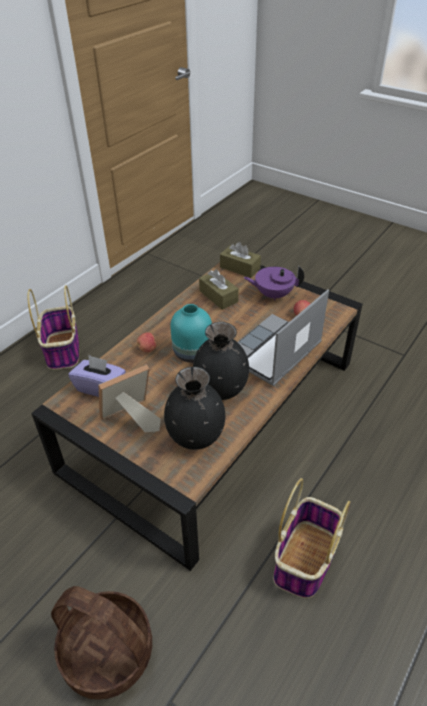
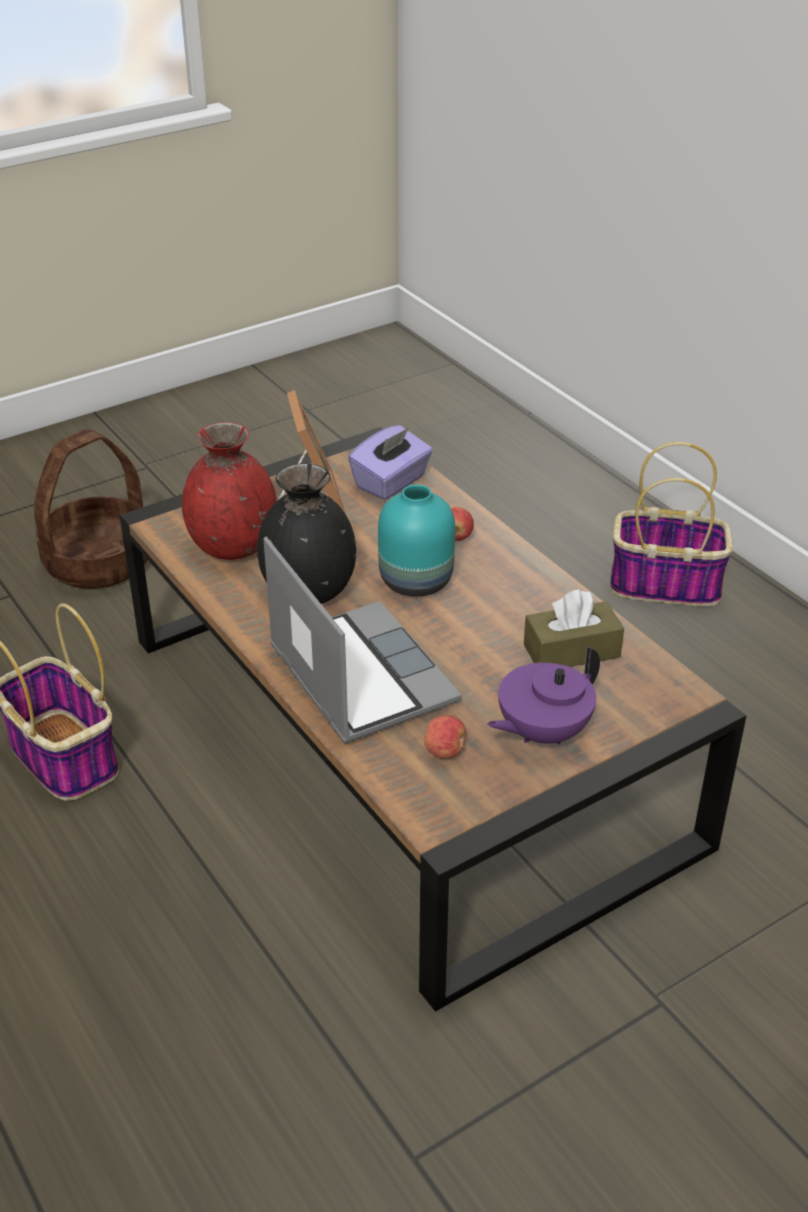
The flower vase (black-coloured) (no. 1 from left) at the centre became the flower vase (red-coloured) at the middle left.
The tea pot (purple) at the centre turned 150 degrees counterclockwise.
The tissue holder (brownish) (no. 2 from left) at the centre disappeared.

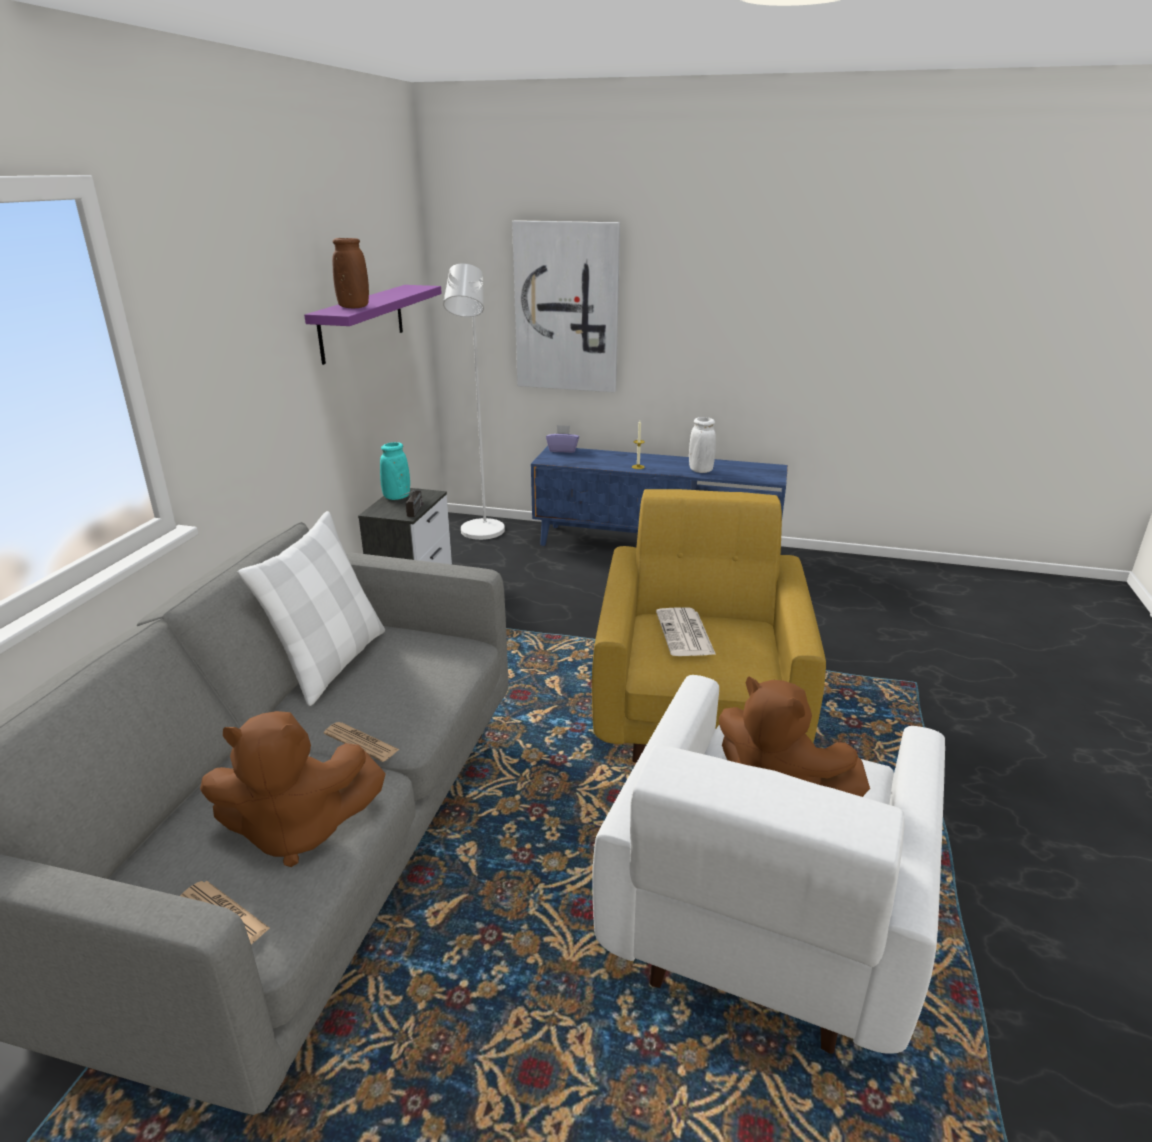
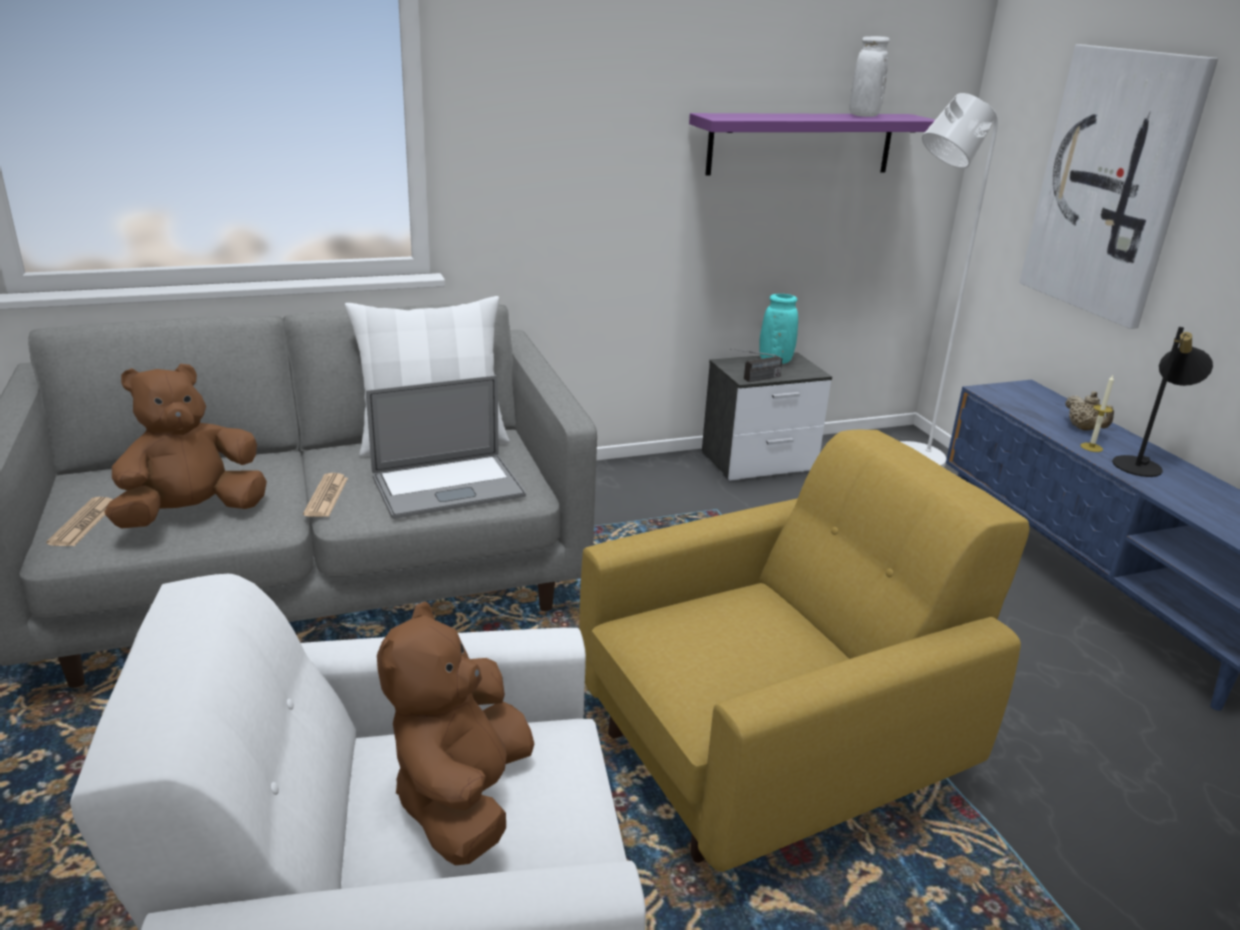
The soft toy (brownish) (no. 1 from left) at the bottom left turned 90 degrees clockwise.
The laptop at the centre appeared.
The flower vase (white) moved from the centre to the top right.
The tea pot (beige-coloured) at the middle right appeared.
The tabletop lamp (black-coloured) at the middle right appeared.
The flower vase (brownish) at the top left disappeared.
The tissue holder (purple) at the centre disappeared.
The newspaper (no. 3 from left) at the centre disappeared.

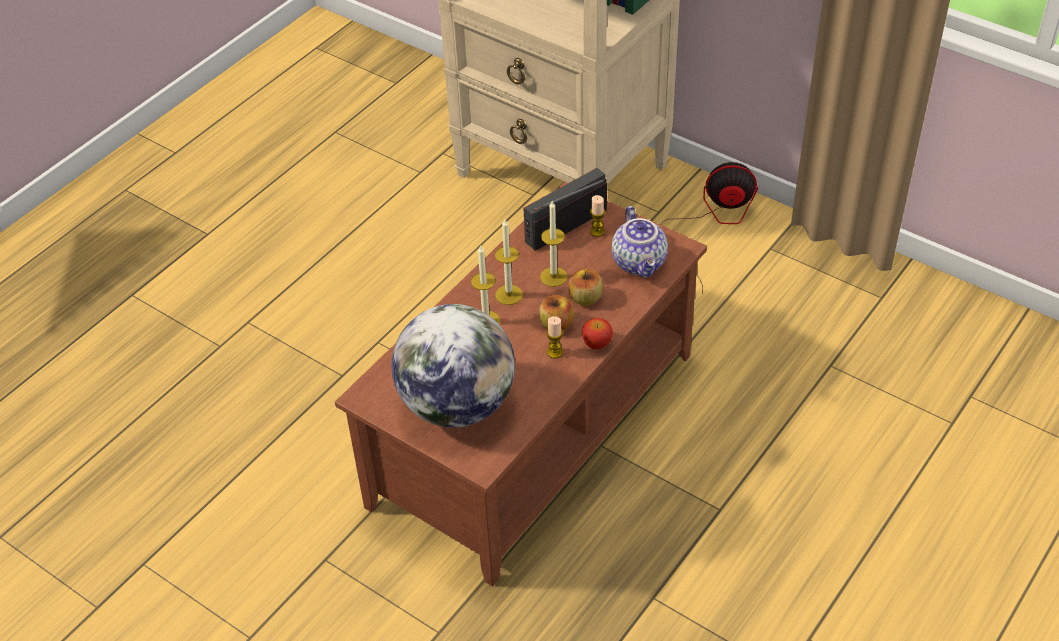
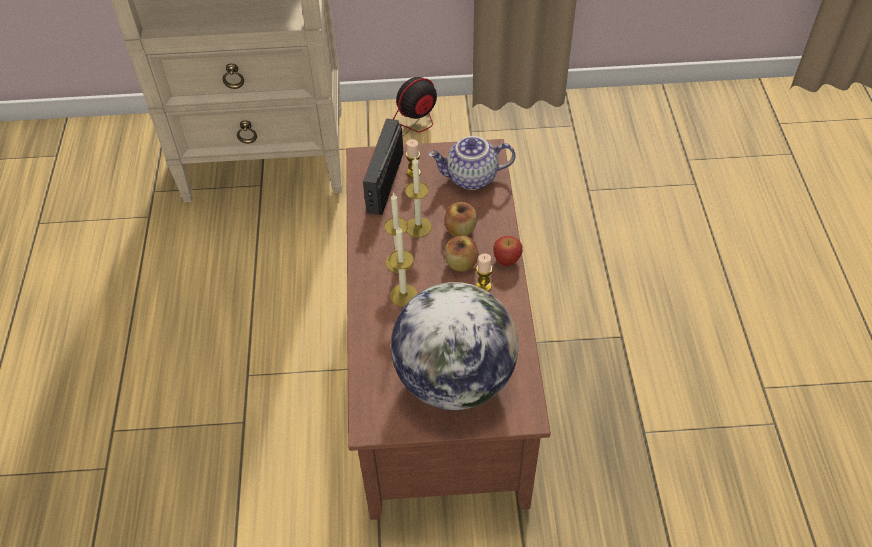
The tea pot at the centre turned 135 degrees clockwise.

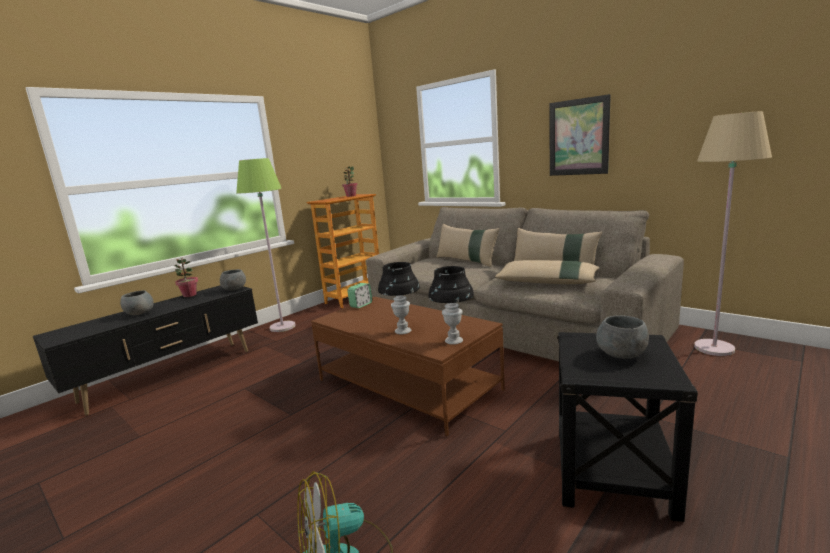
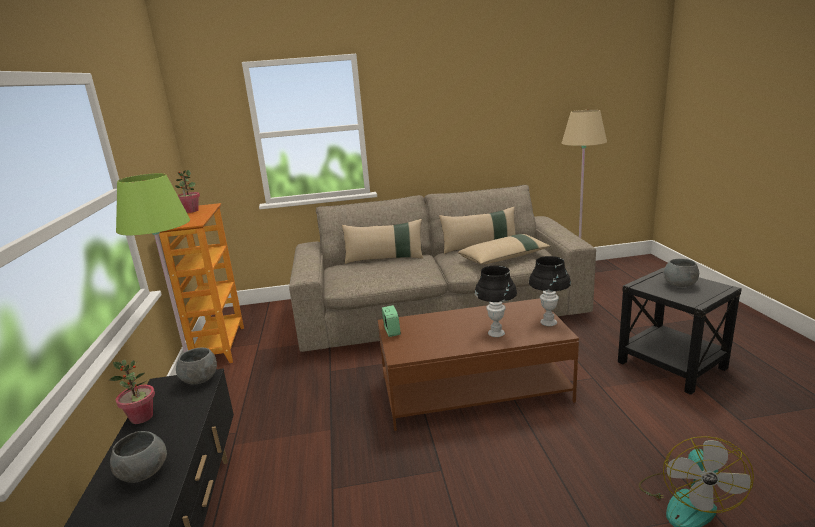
The picture at the top right disappeared.

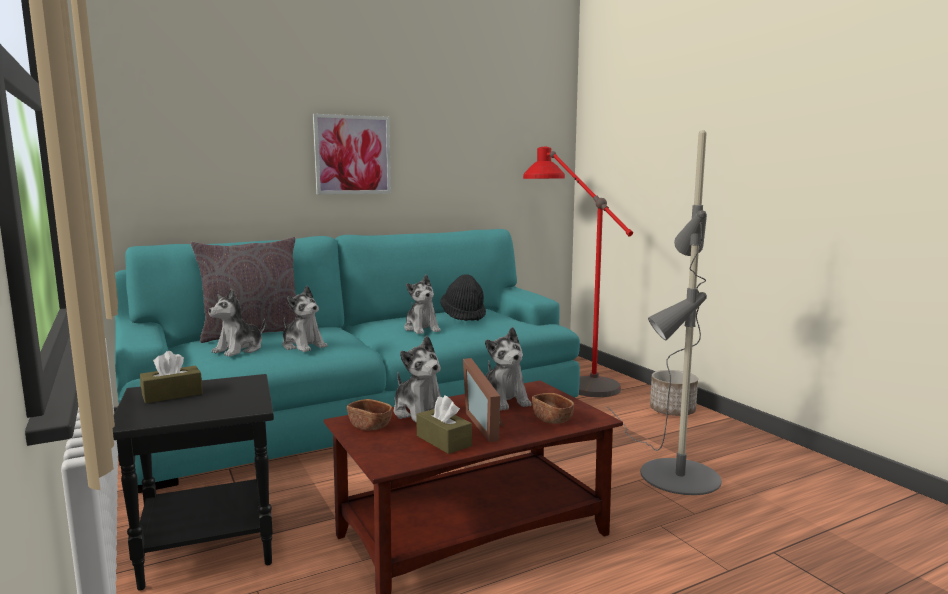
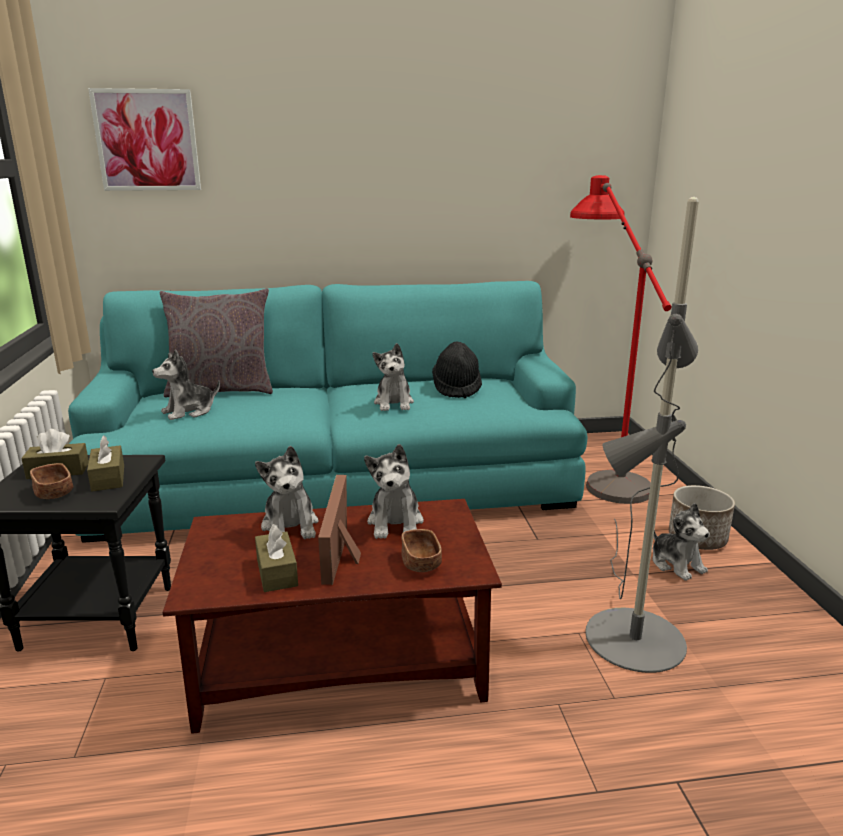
The deep dish (brownish) (no. 1 from left) moved from the bottom centre to the middle left.
The tissue holder (brownish) (no. 2 from left) at the middle left appeared.
The picture moved from the top centre to the top left.
The soft toy (no. 2 from left in the first image) moved from the middle left to the middle right.

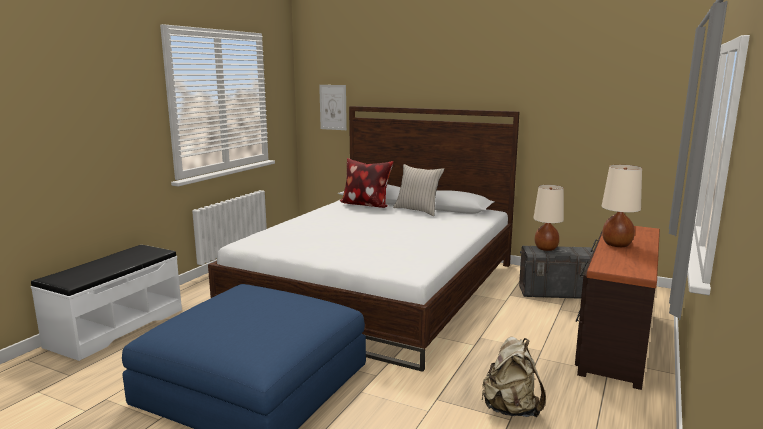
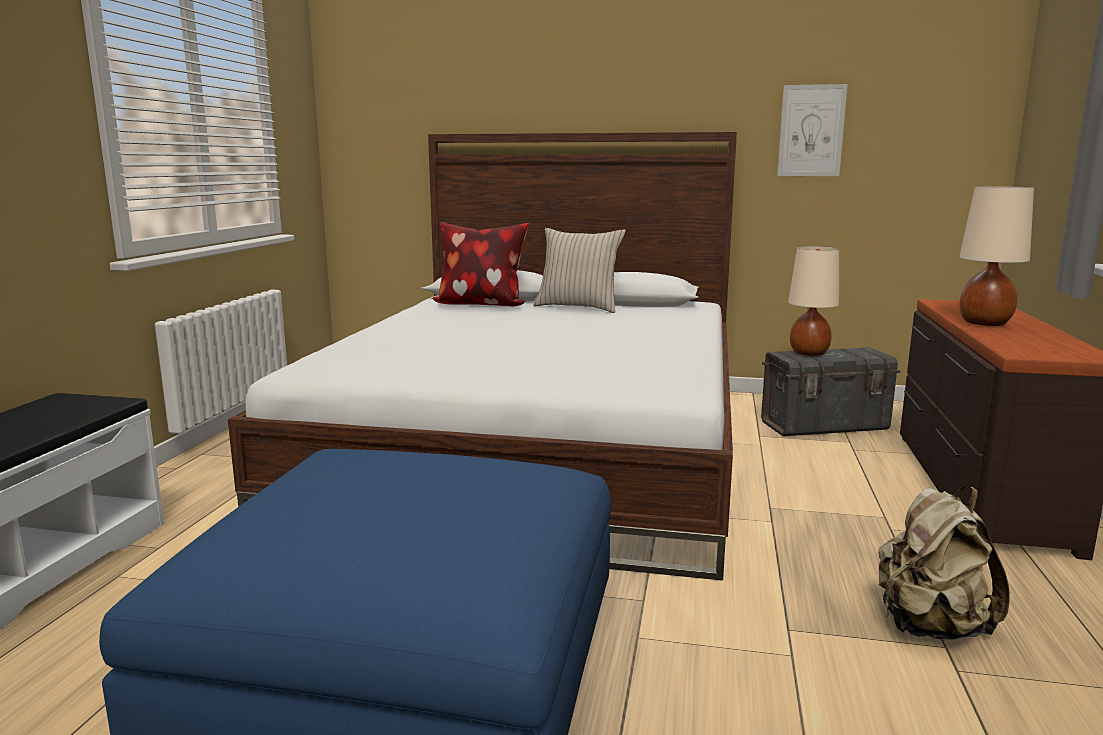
The picture moved from the top centre to the top right.

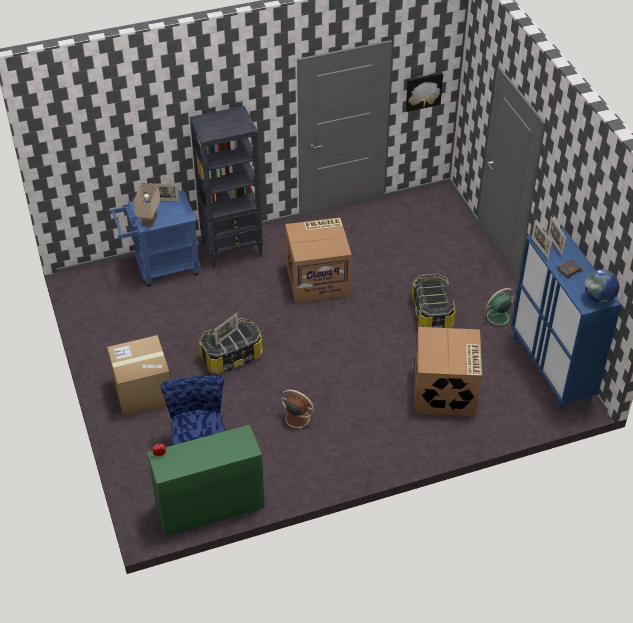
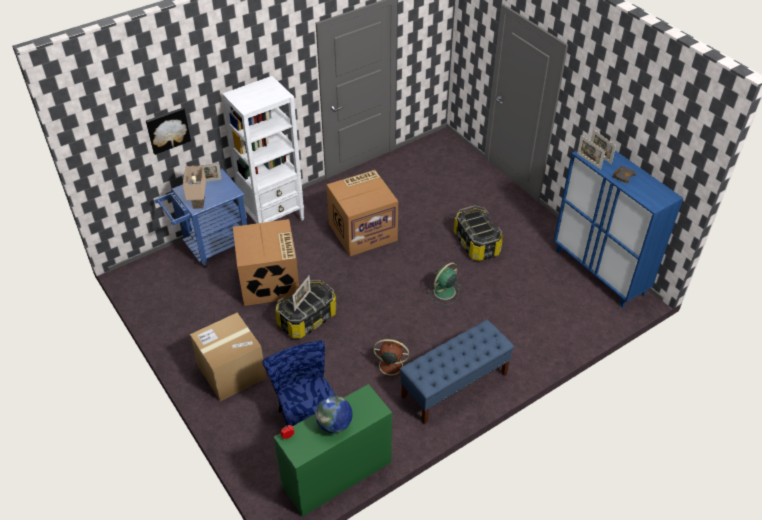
The picture moved from the top right to the top left.
The shelving unit (black-coloured) at the top centre became the shelving unit (white) at the top centre.
The carton (no. 3 from left in the first image) moved from the middle right to the centre.
The world globe moved from the middle right to the bottom centre.
The long seat (bluish) at the bottom centre appeared.
The electric fan (green-coloured) moved from the middle right to the centre.

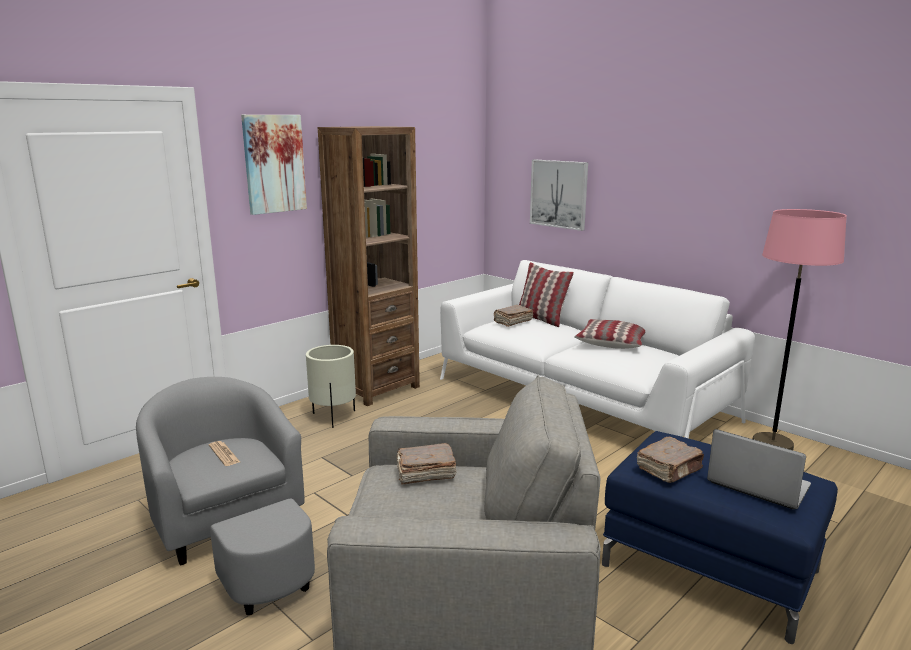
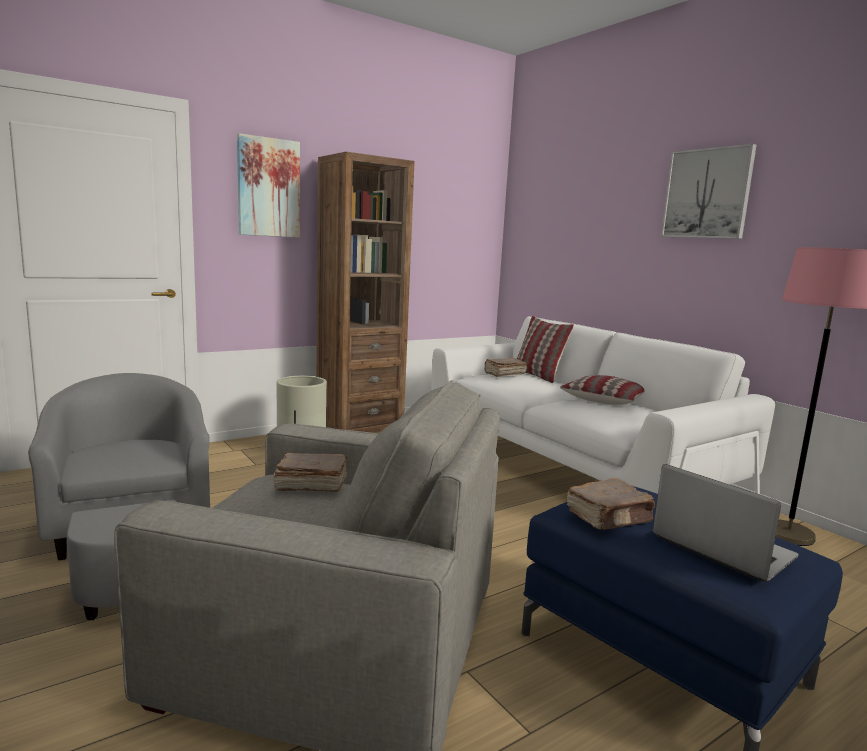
The picture (no. 2 from left) moved from the top centre to the top right.
The newspaper at the bottom left disappeared.

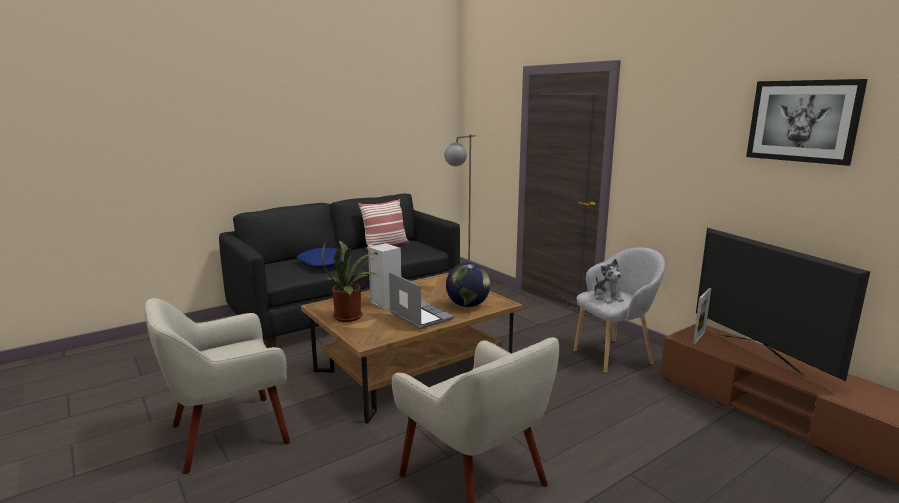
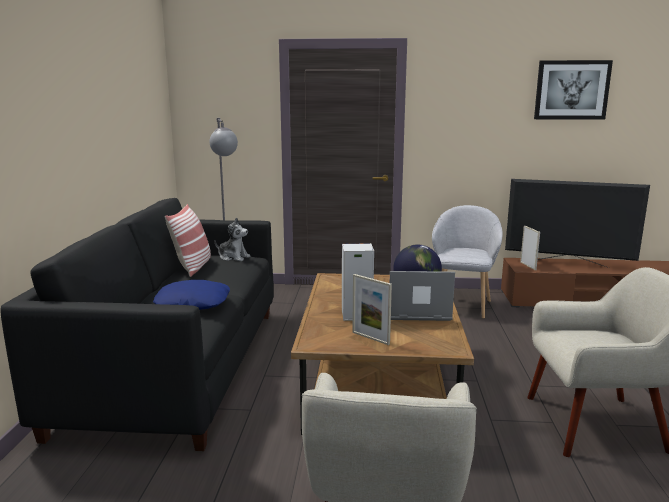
The soft toy moved from the middle right to the centre.
The potted plant at the centre was replaced by the photo frame (no. 1 from left) at the centre.

